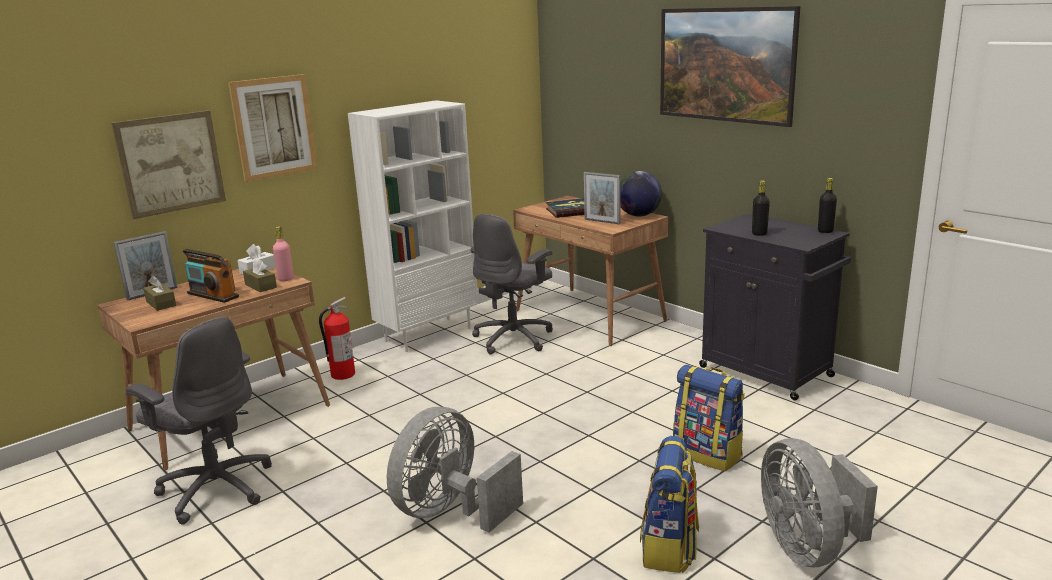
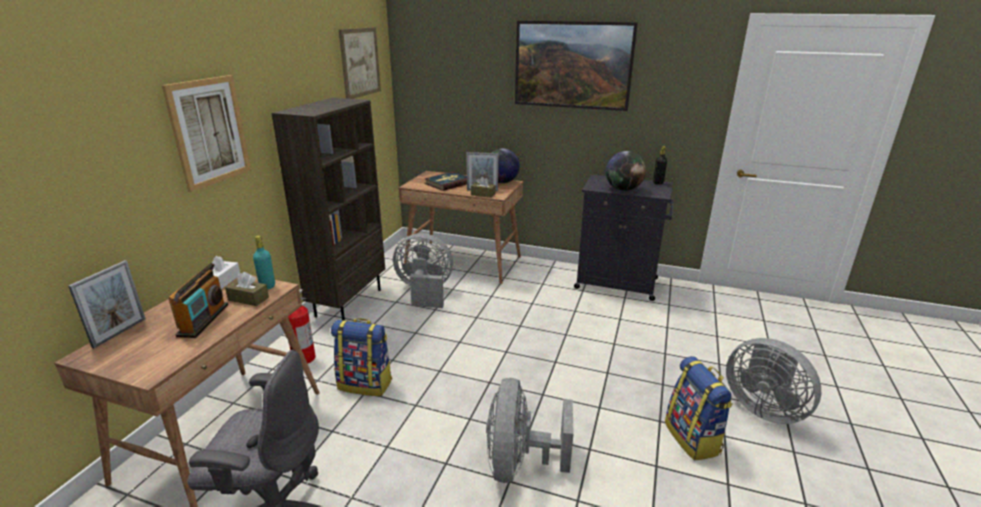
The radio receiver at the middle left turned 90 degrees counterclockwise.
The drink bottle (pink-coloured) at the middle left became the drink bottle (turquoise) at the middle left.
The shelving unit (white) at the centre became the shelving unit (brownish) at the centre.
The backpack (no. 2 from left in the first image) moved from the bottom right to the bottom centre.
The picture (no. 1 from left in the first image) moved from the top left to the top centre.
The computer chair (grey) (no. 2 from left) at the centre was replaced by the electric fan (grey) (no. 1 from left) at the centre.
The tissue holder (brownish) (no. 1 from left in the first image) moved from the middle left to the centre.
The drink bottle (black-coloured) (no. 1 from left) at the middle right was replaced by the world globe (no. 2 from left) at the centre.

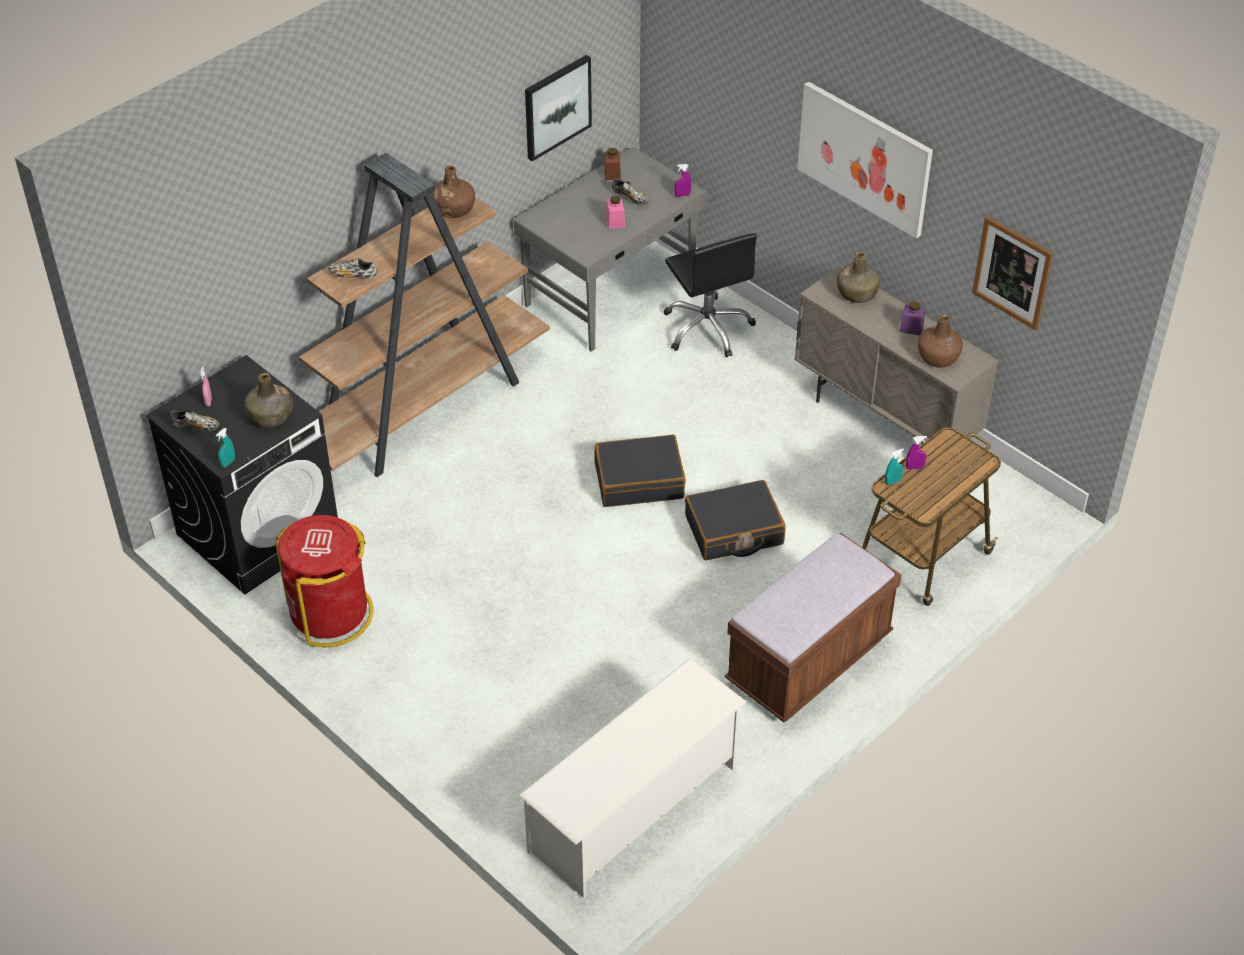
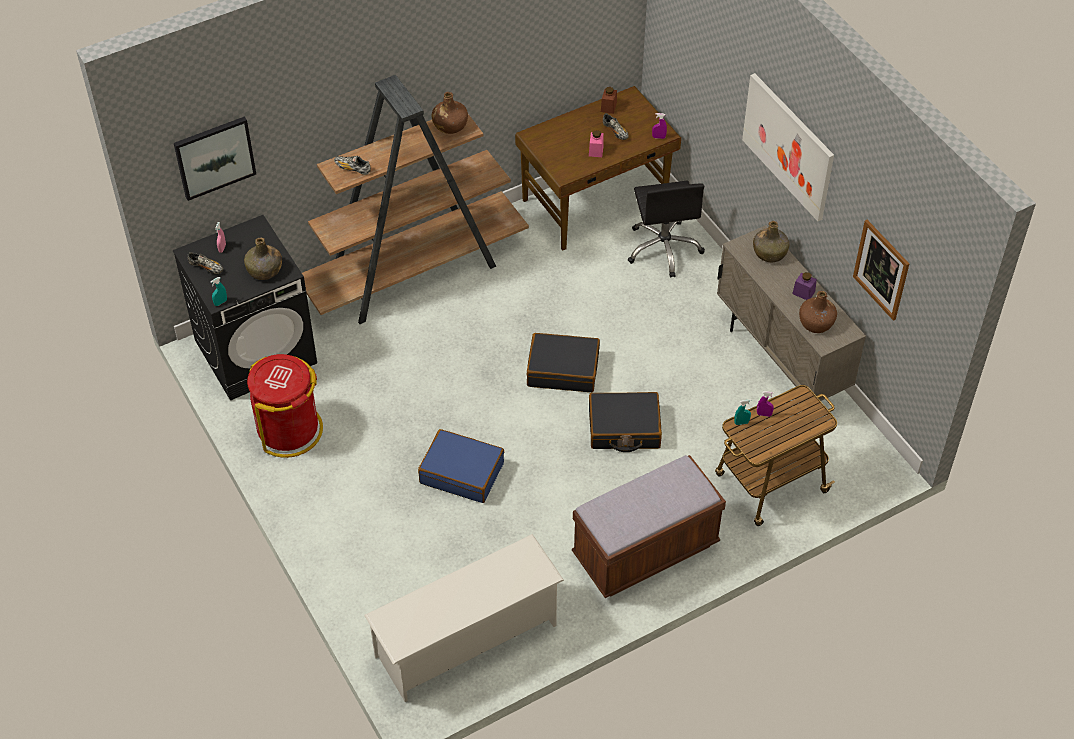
The picture (no. 1 from left) moved from the top centre to the top left.
The piece of luggage (bluish) at the centre appeared.
The desk table (grey) at the top centre became the desk table (brownish) at the top centre.

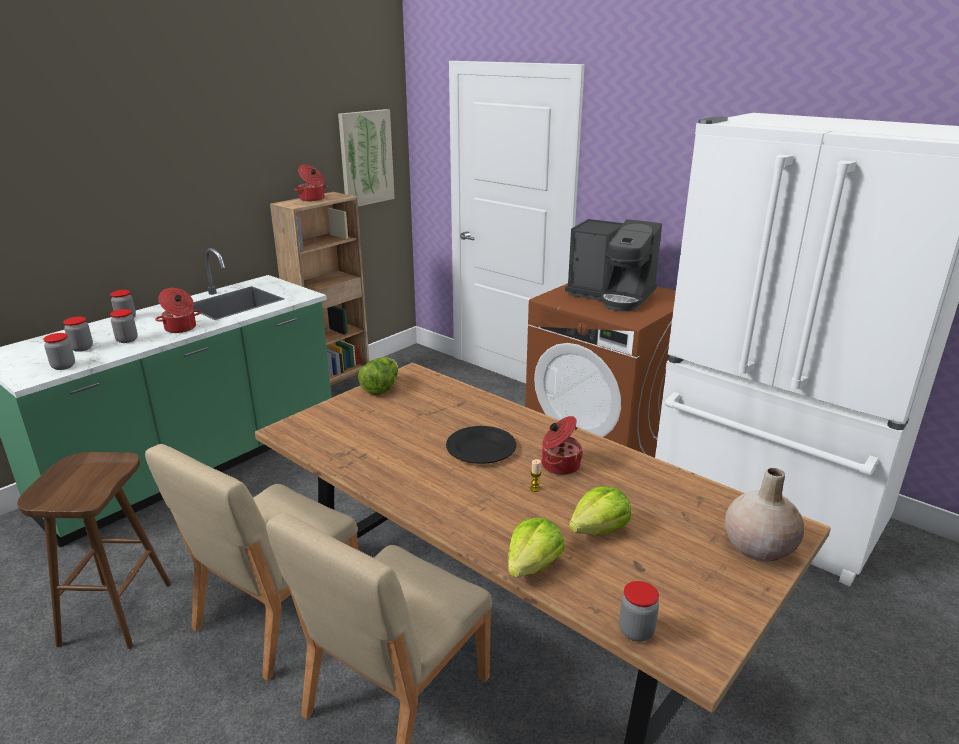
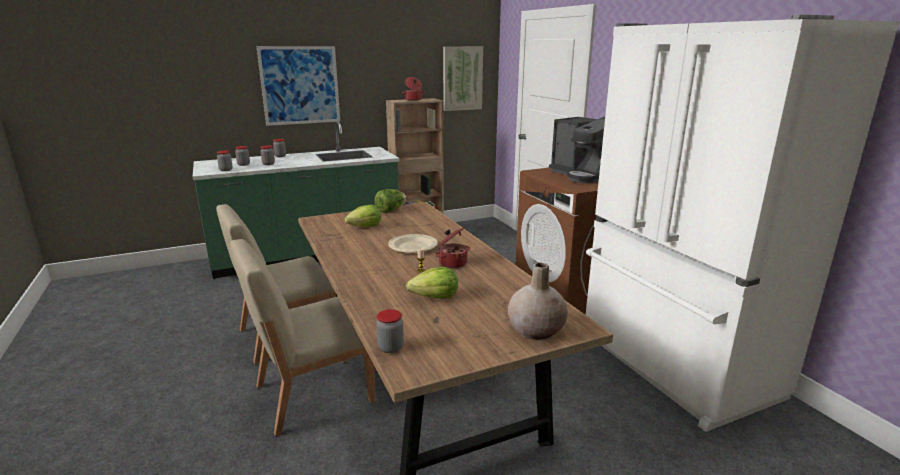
The picture (no. 1 from left) at the top left appeared.
The lettuce (no. 2 from left in the first image) moved from the bottom centre to the centre.
The plate (black-coloured) at the centre became the plate (beige-coloured) at the centre.
The stool (brownish) at the bottom left disappeared.
The saucepot (no. 1 from left) at the middle left disappeared.

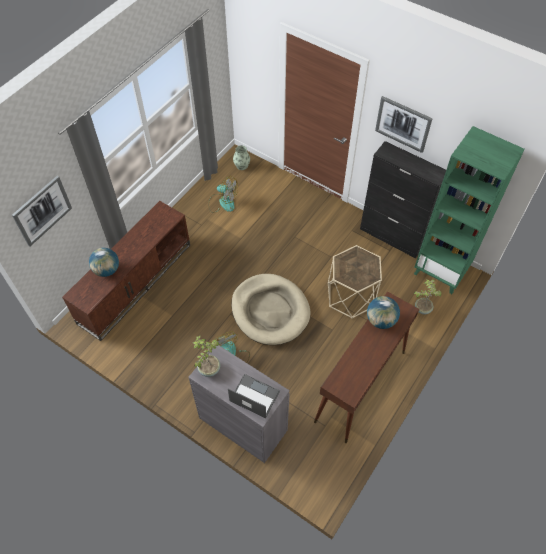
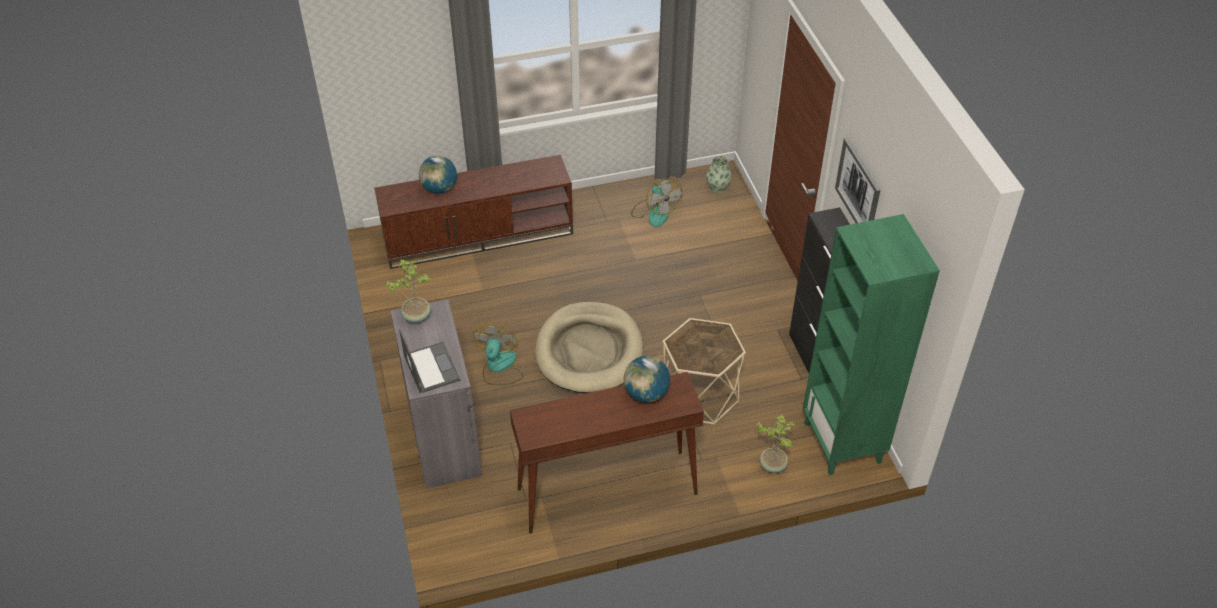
The picture (no. 1 from left) at the middle left disappeared.

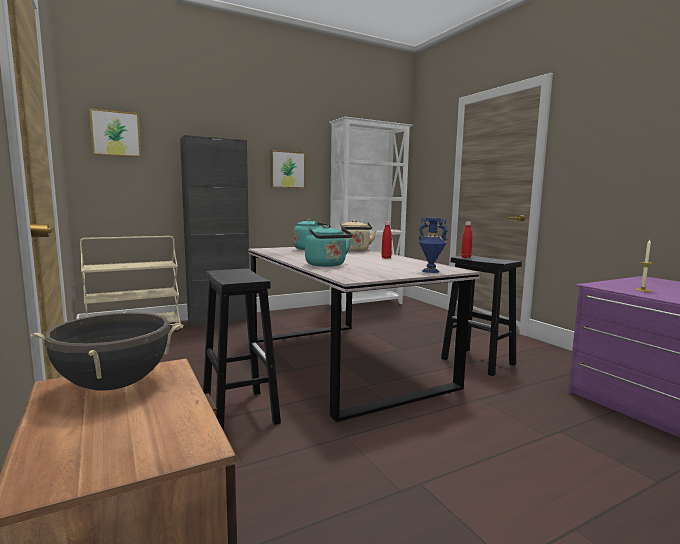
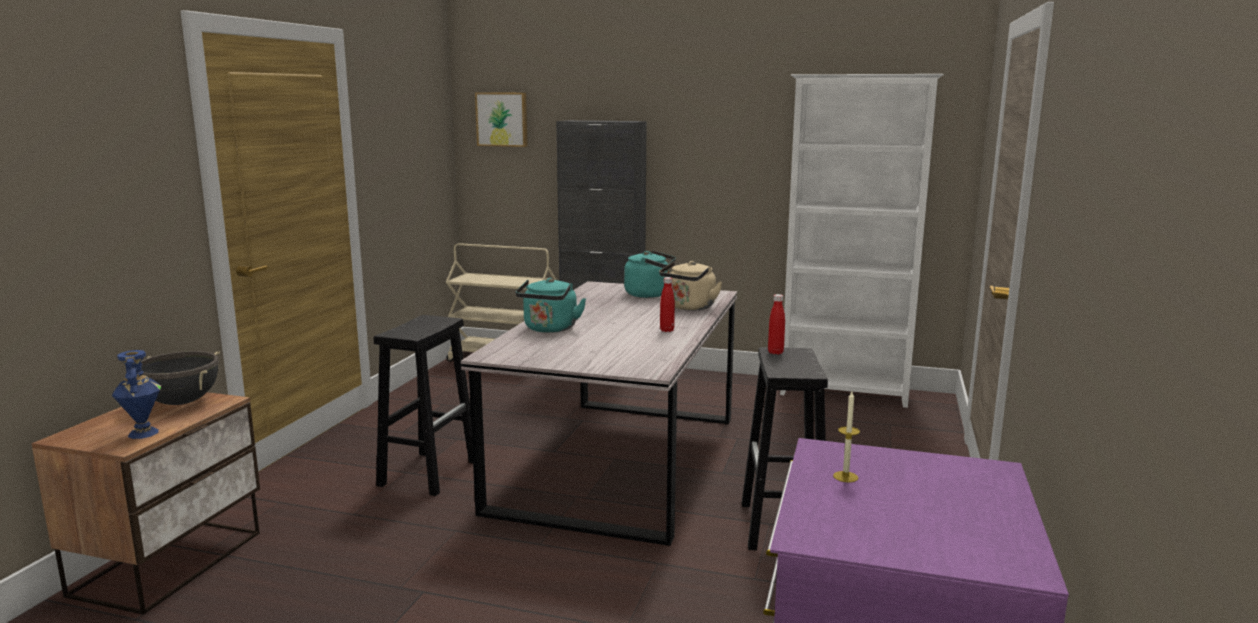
The flower vase (bluish) moved from the centre to the middle left.
The picture (no. 2 from left) at the top centre disappeared.

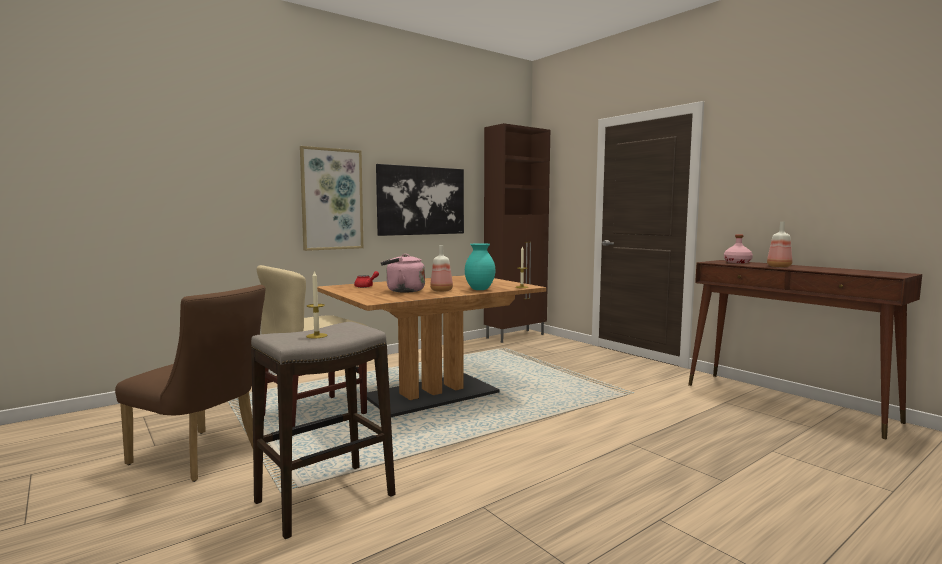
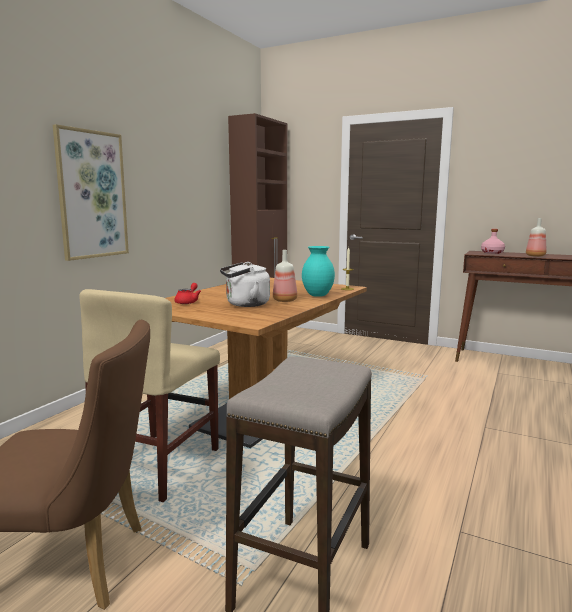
The kettle (pink-coloured) at the centre became the kettle (white) at the centre.
The candle (no. 1 from left) at the centre disappeared.
The picture (no. 2 from left) at the centre disappeared.

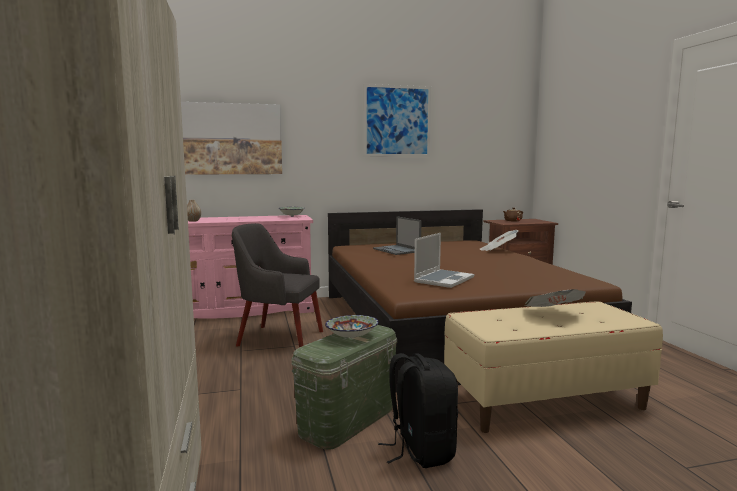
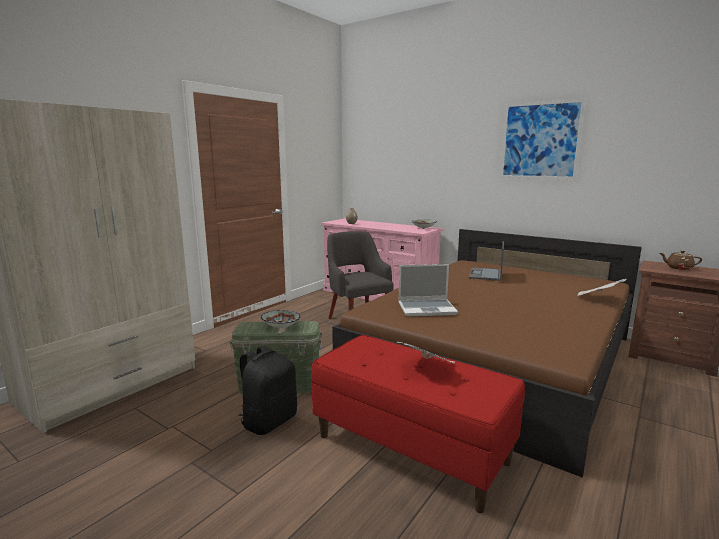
The long seat (beige-coloured) at the bottom right became the long seat (red-coloured) at the bottom centre.
The picture (no. 1 from left) at the top left disappeared.

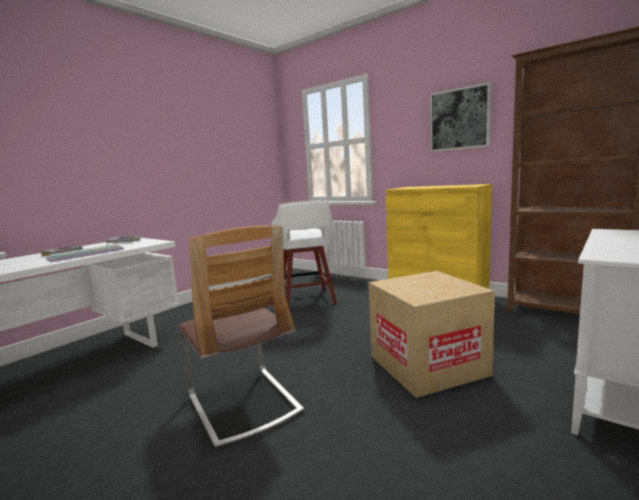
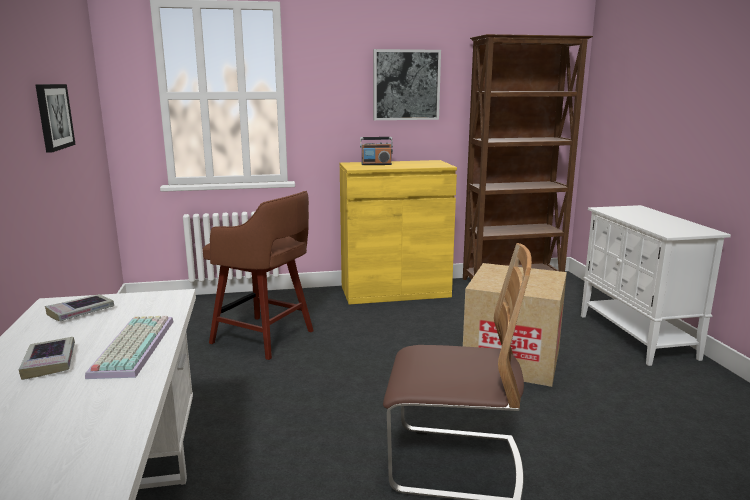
The picture (no. 1 from left) at the top left appeared.
The stool (white) at the centre became the stool (brownish) at the centre.
The radio receiver at the top centre appeared.

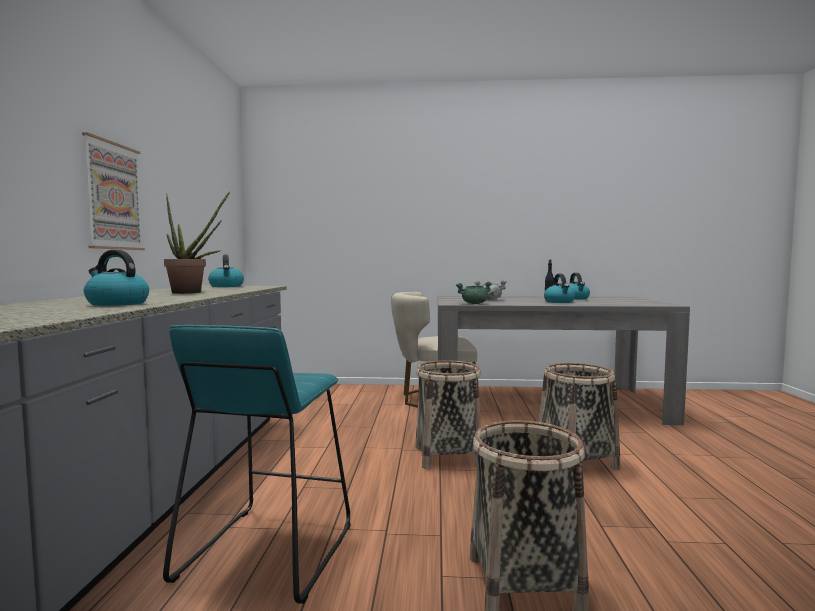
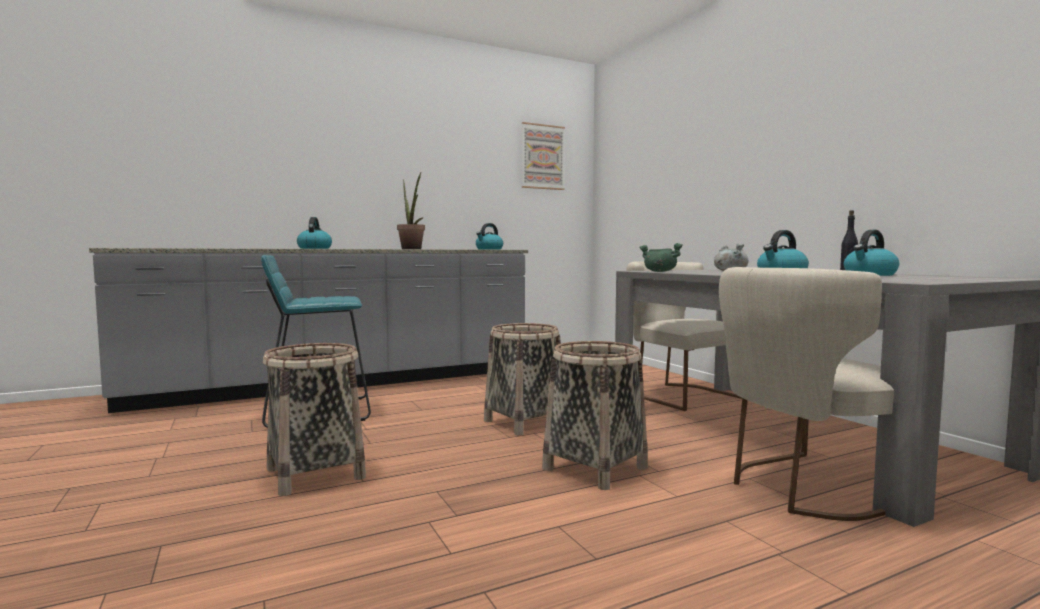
The picture moved from the top left to the top centre.
The plain chair (beige-coloured) (no. 2 from left) at the middle right appeared.

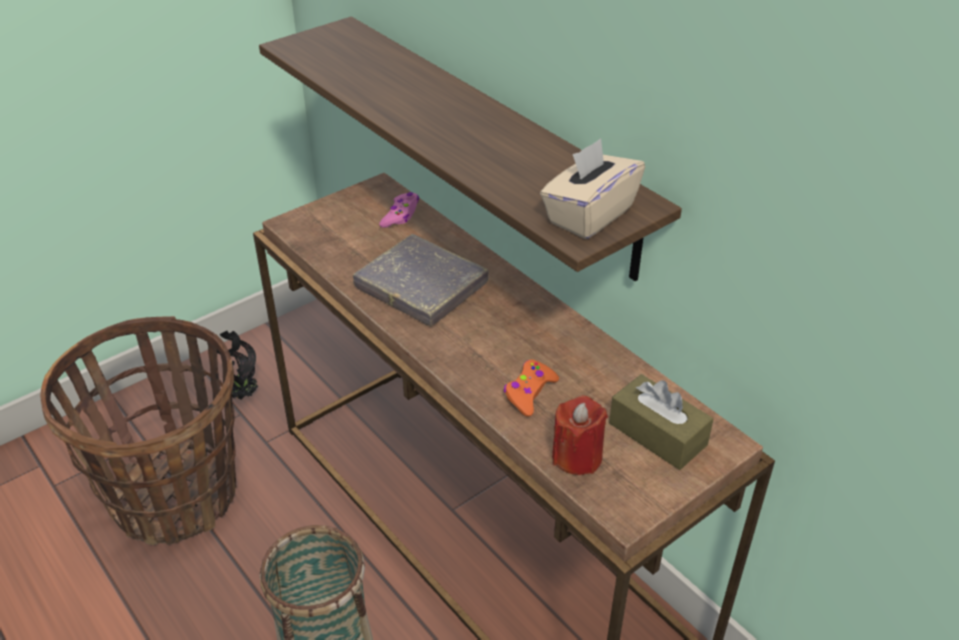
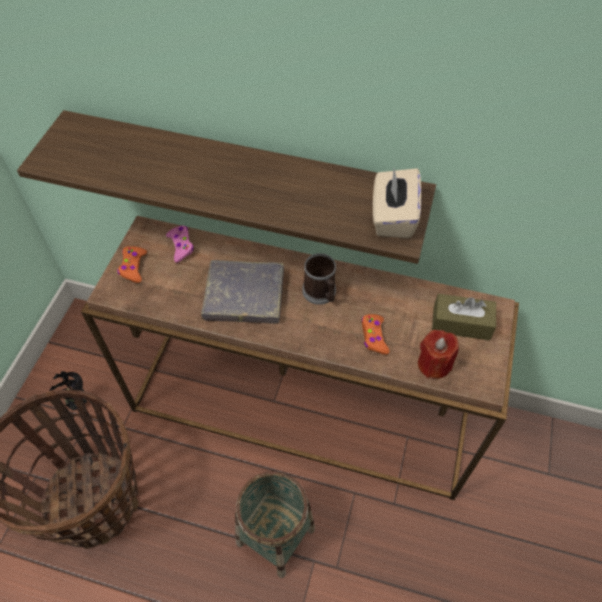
The gamepad (orangey) (no. 1 from left) at the middle left appeared.
The tea mug at the centre appeared.

